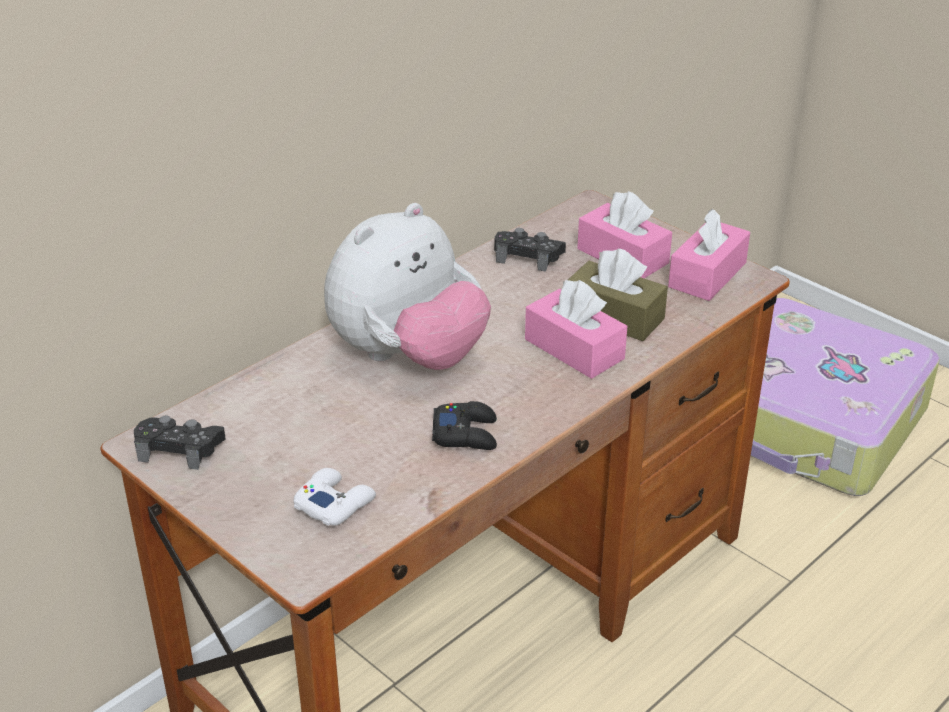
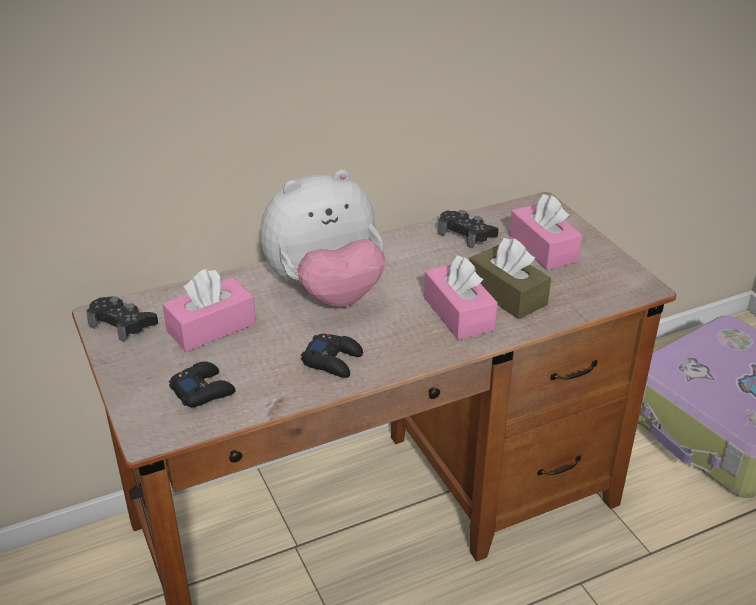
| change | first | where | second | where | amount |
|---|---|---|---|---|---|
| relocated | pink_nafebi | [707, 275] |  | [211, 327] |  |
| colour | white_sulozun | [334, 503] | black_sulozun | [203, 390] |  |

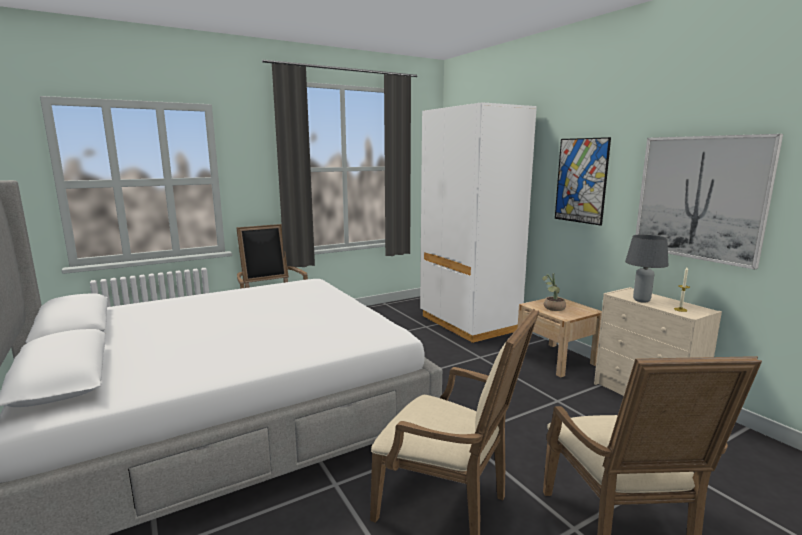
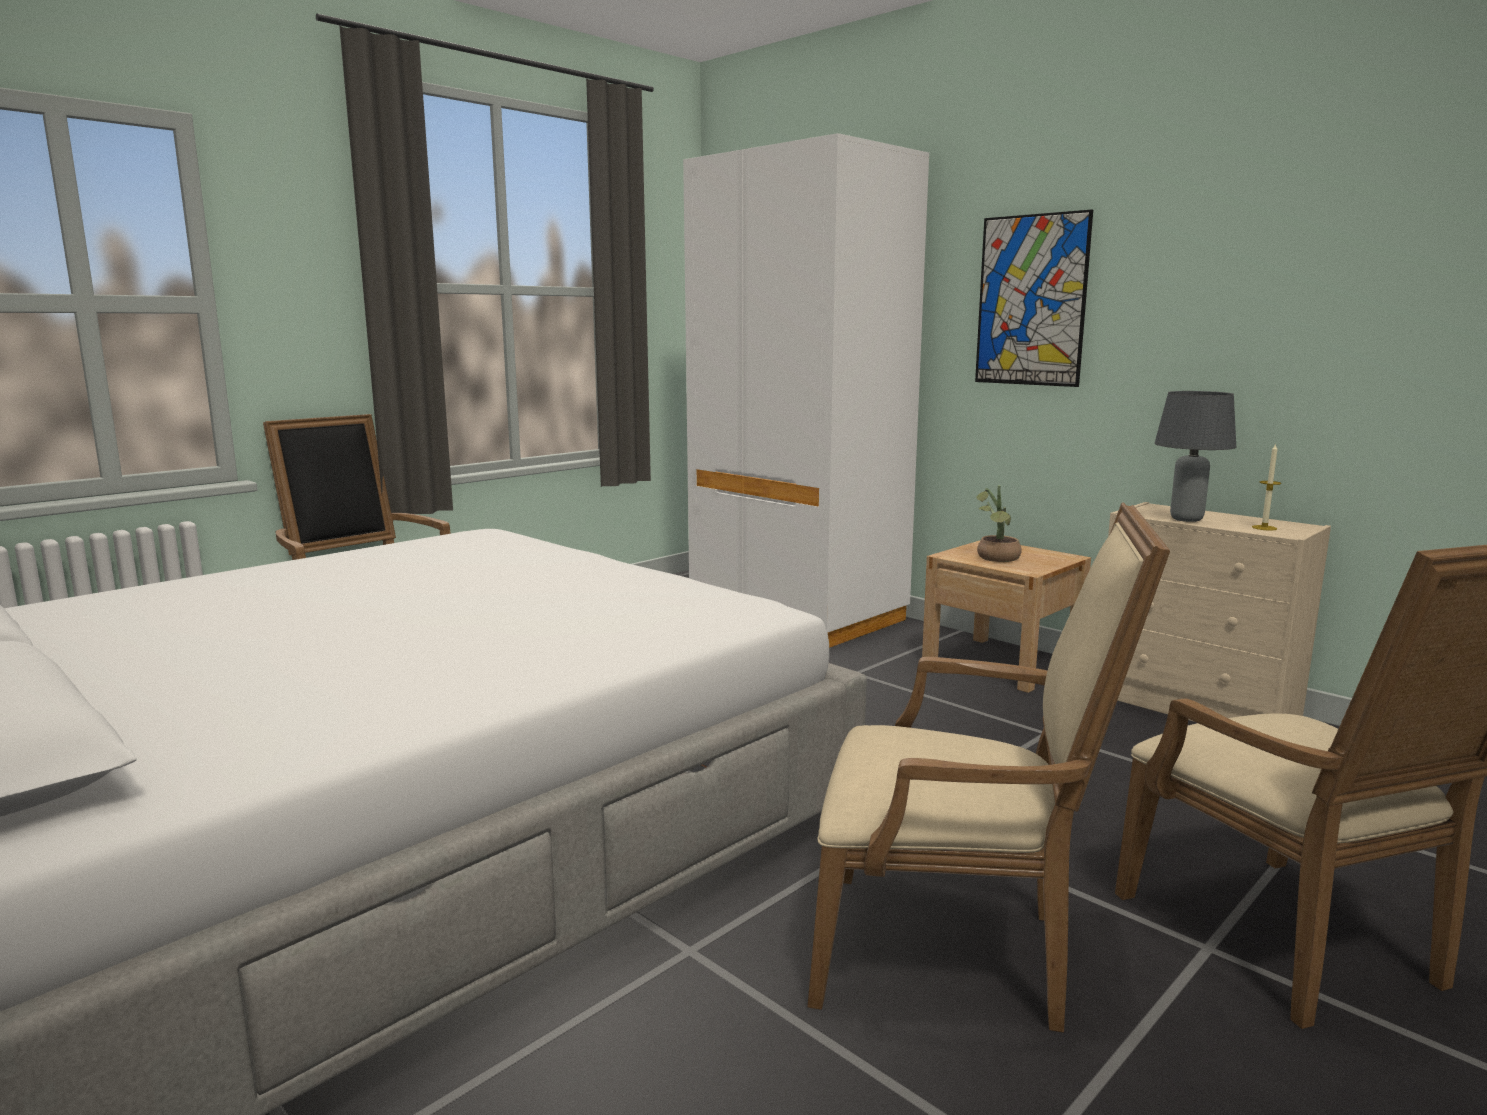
| change | first | where | second | where | amount |
|---|---|---|---|---|---|
| missing | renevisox | [700, 198] |  |  |  |

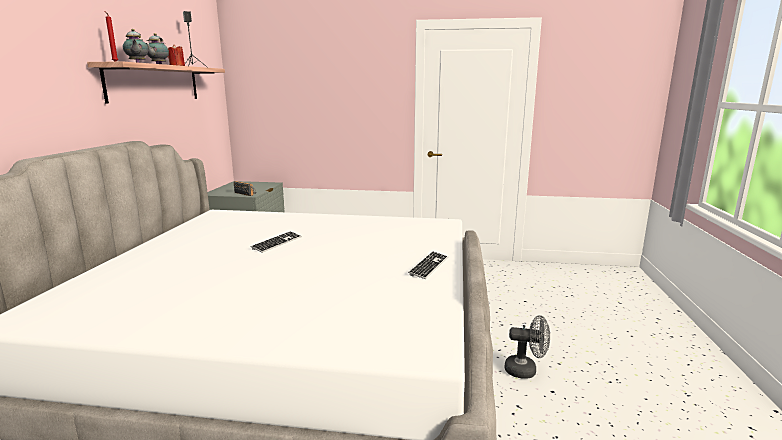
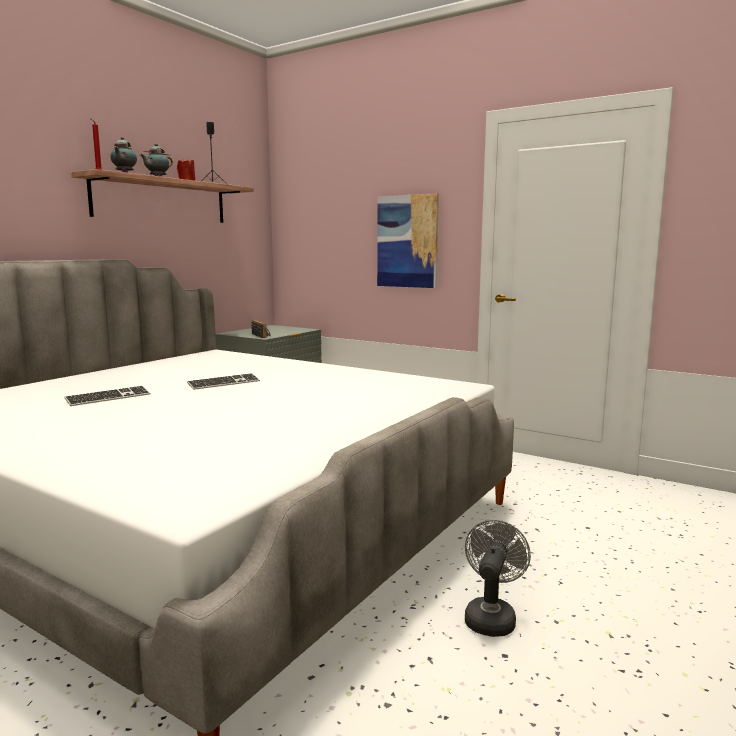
| change | first | where | second | where | amount |
|---|---|---|---|---|---|
| relocated | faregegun | [429, 266] |  | [108, 398] |  |
| spun | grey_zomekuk | [526, 370] |  | [491, 617] | 105 degrees counterclockwise |
| appeared |  |  | renevisox | [407, 241] |  |

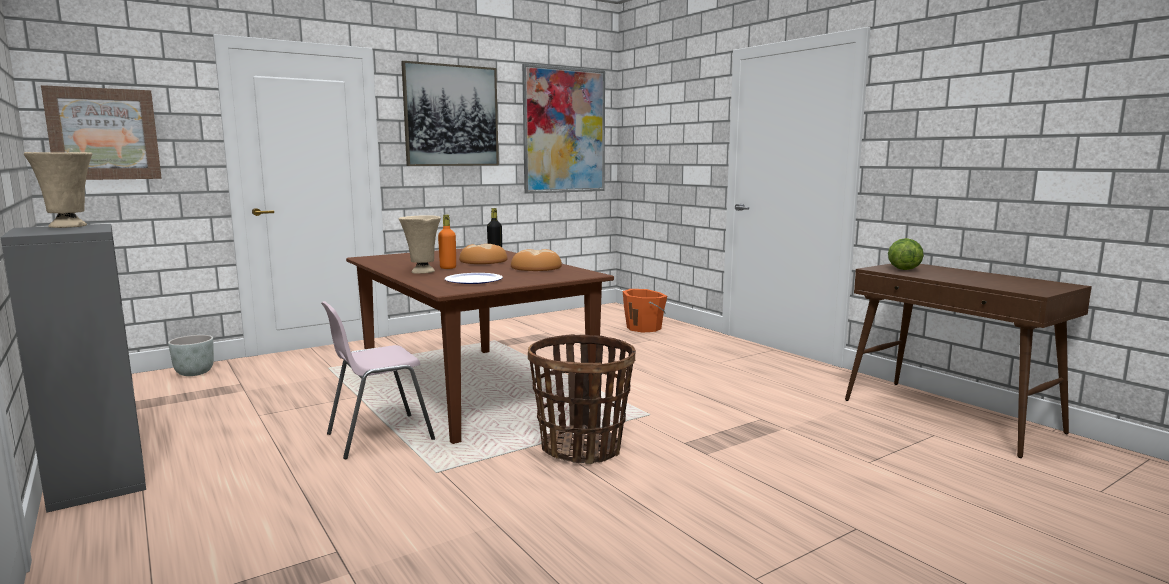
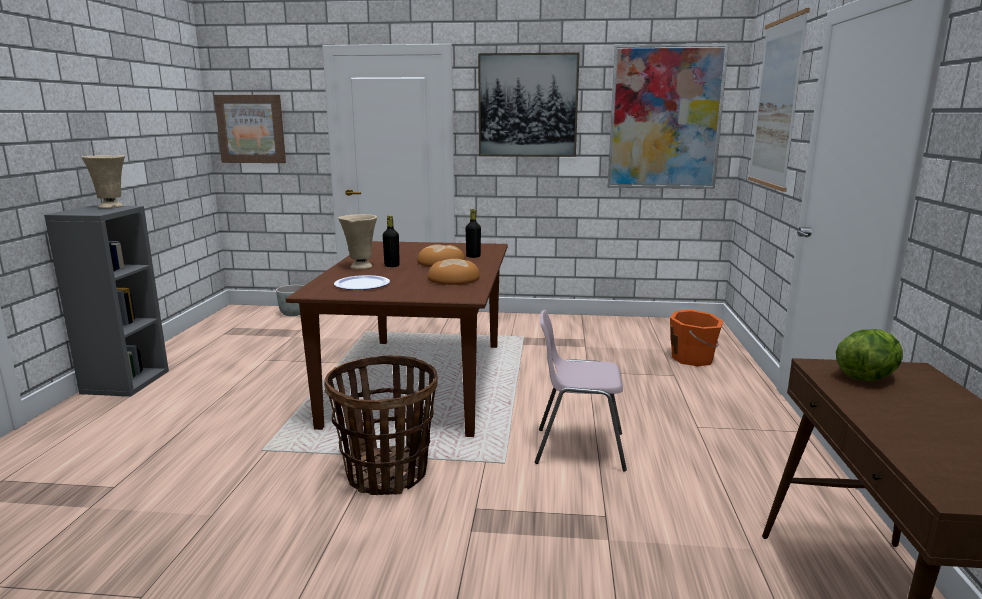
| change | first | where | second | where | amount |
|---|---|---|---|---|---|
| colour | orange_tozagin | [448, 268] | black_tozagin | [392, 266] |  |
| relocated | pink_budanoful | [378, 437] |  | [578, 448] |  |
| appeared |  |  | renevisox | [776, 104] |  |

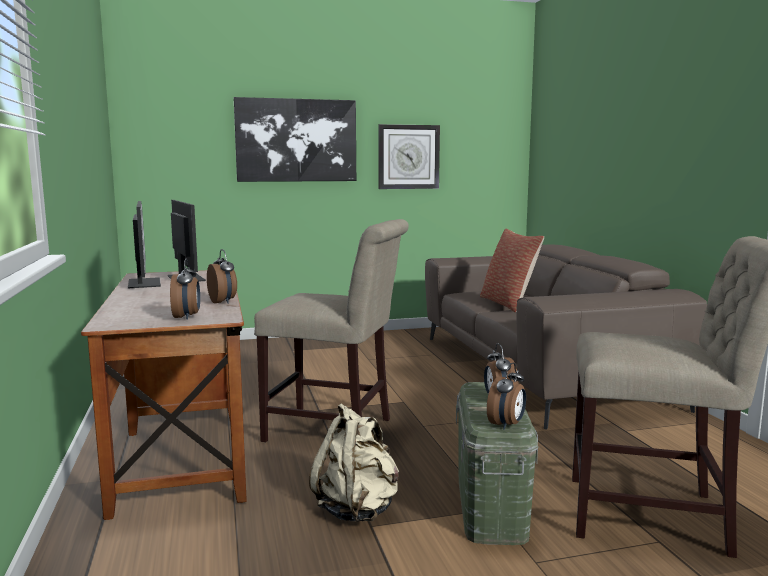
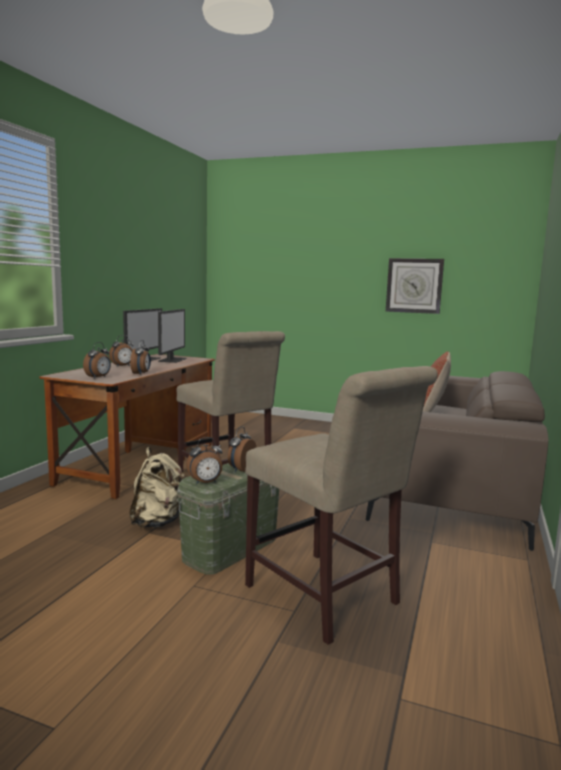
| change | first | where | second | where | amount |
|---|---|---|---|---|---|
| missing | renevisox | [296, 140] |  |  |  |
| appeared |  |  | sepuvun | [123, 366] |  |

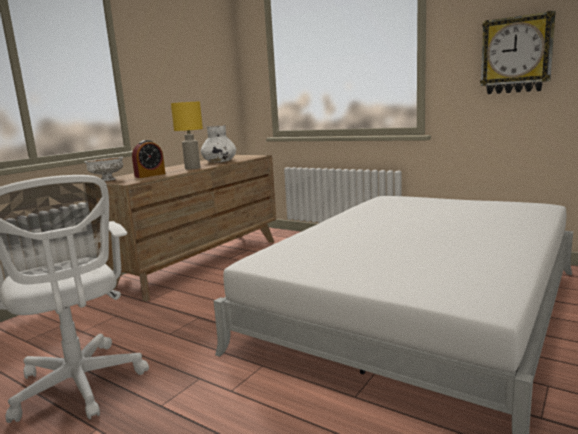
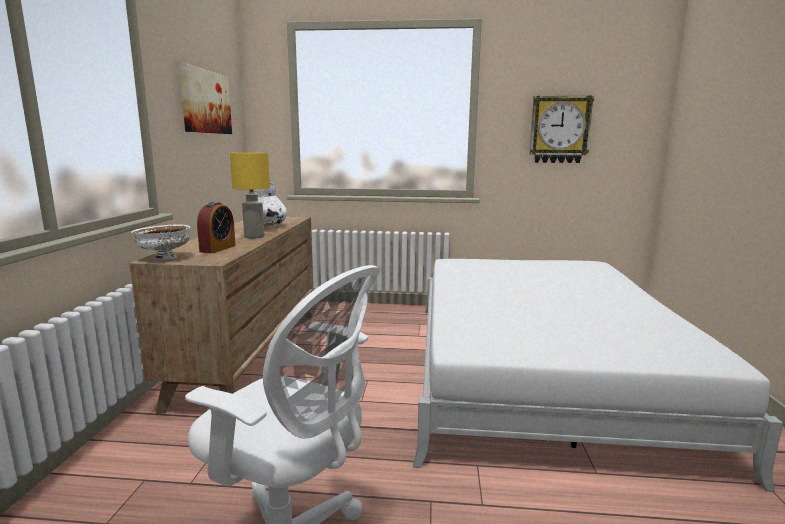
| change | first | where | second | where | amount |
|---|---|---|---|---|---|
| appeared |  |  | renevisox | [205, 102] |  |

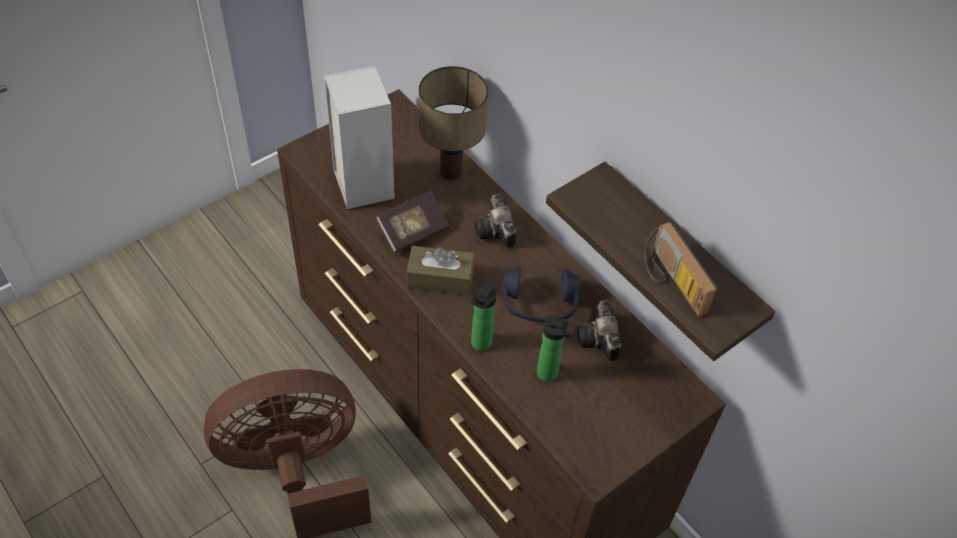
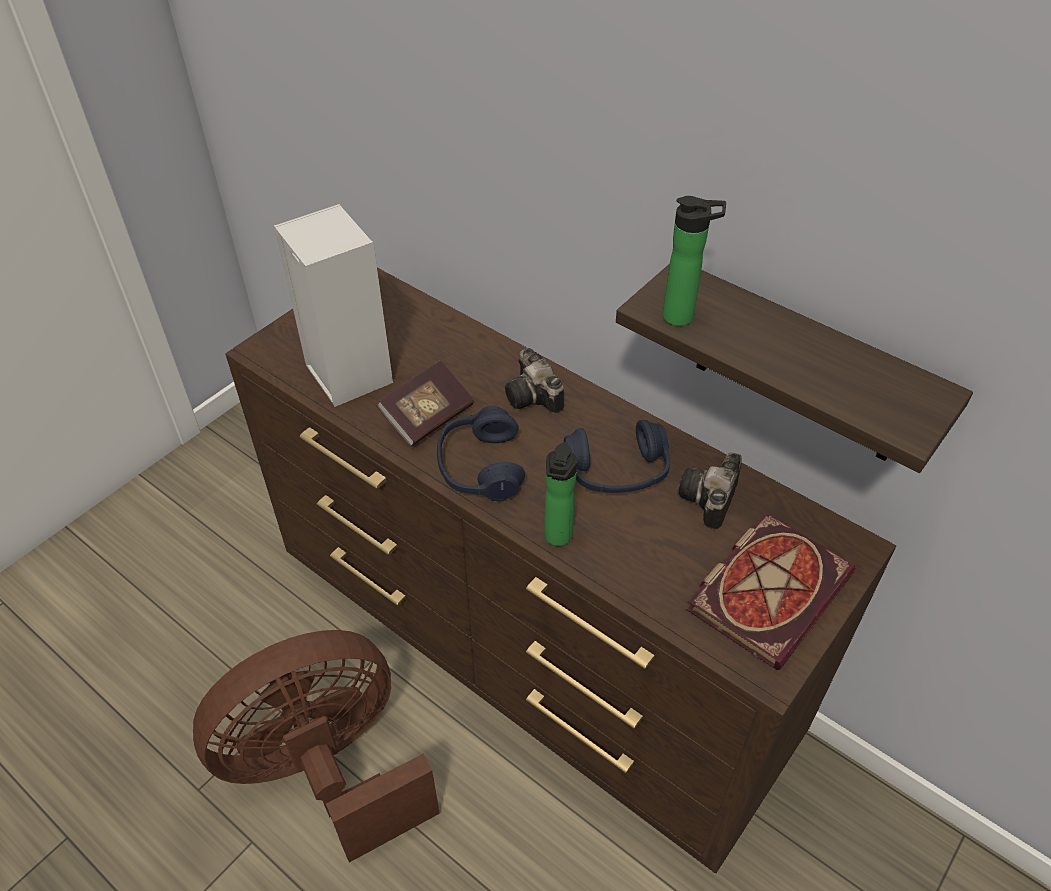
| change | first | where | second | where | amount |
|---|---|---|---|---|---|
| missing | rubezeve | [452, 172] |  |  |  |
| missing | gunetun | [671, 281] |  |  |  |
| exchanged | brown_nafebi | [440, 278] | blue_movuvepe | [480, 467] |  |
| spun | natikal | [599, 341] |  | [709, 501] | 45 degrees clockwise |
| relocated | tozagin | [550, 374] |  | [683, 317] |  |
| appeared |  |  | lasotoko | [769, 588] |  |

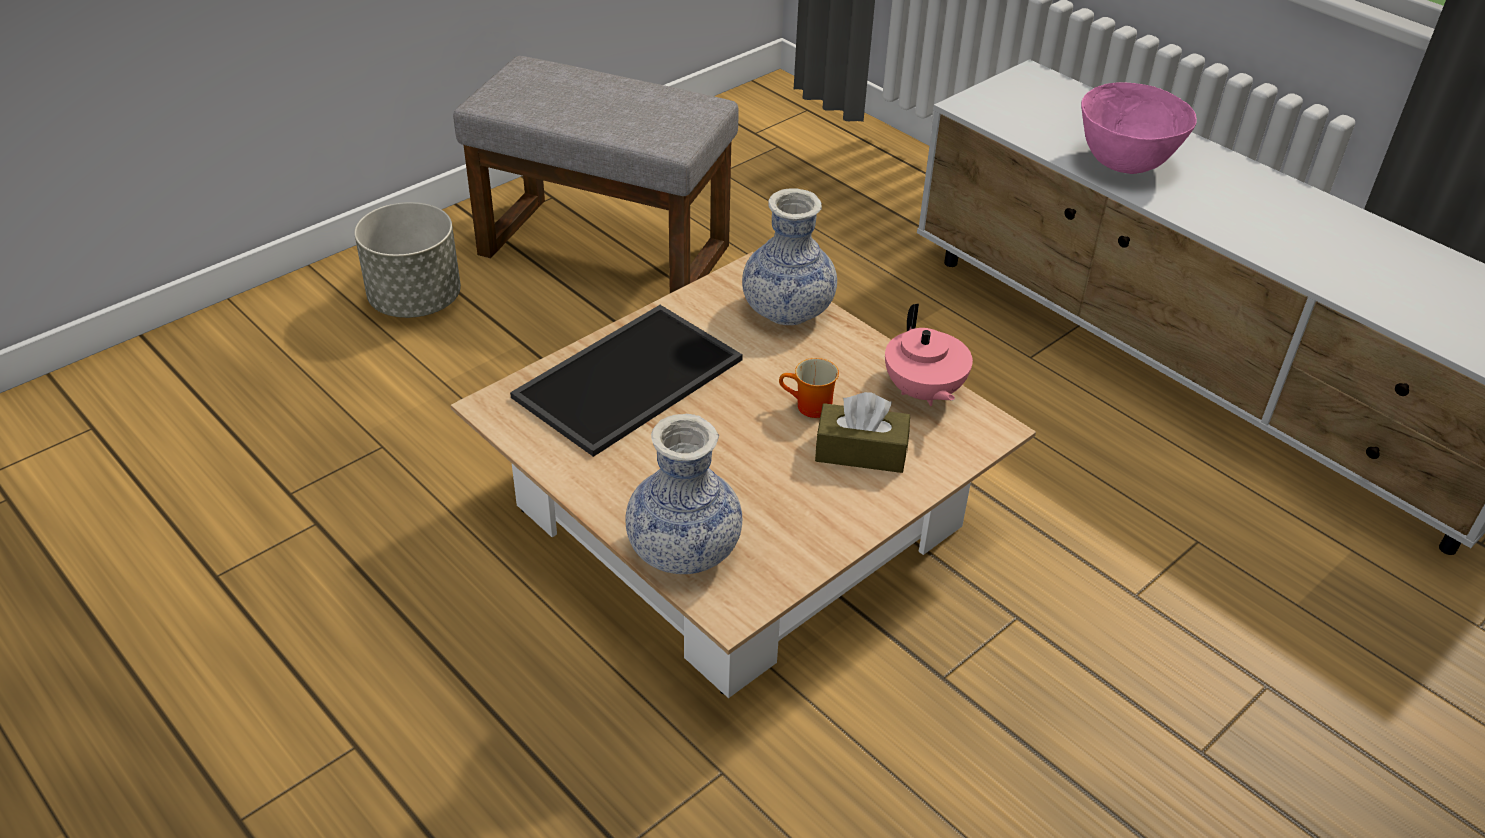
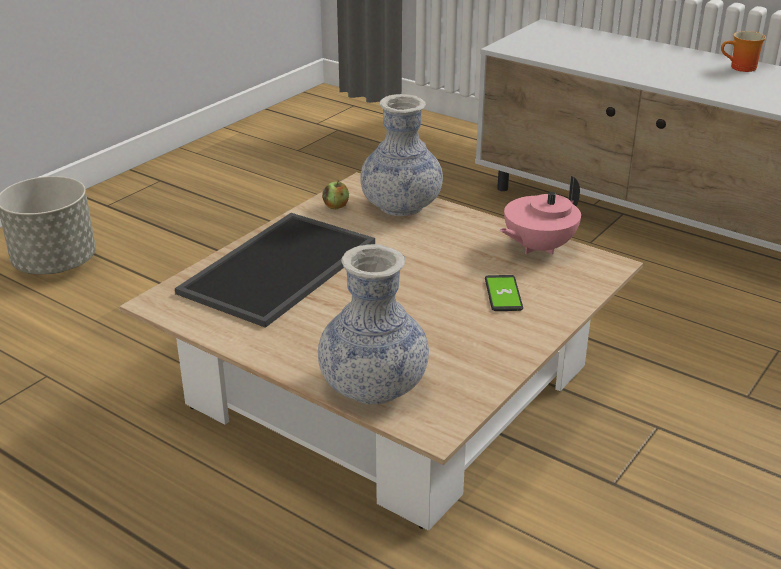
| change | first | where | second | where | amount |
|---|---|---|---|---|---|
| missing | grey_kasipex | [607, 249] |  |  |  |
| missing | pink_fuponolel | [1124, 164] |  |  |  |
| spun | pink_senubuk | [923, 392] |  | [537, 247] | 75 degrees clockwise |
| relocated | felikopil | [809, 408] |  | [741, 68] |  |
| exchanged | brown_nafebi | [861, 452] | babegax | [503, 294] |  |
| appeared |  |  | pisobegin | [336, 206] |  |

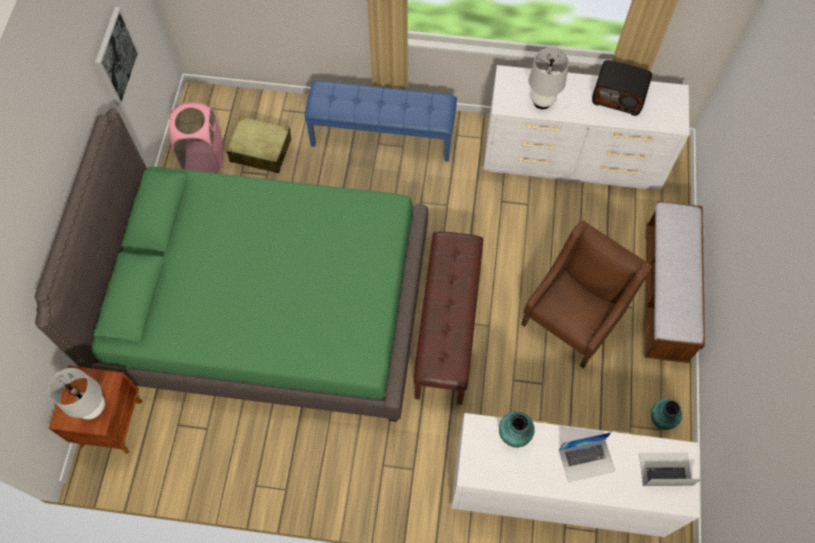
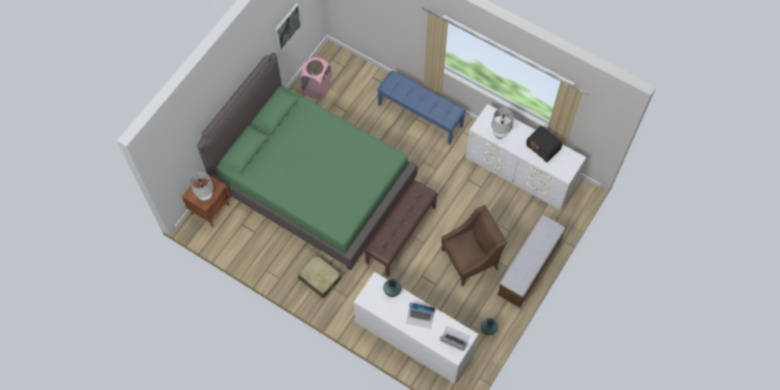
| change | first | where | second | where | amount |
|---|---|---|---|---|---|
| relocated | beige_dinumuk | [261, 150] |  | [320, 278] |  |

